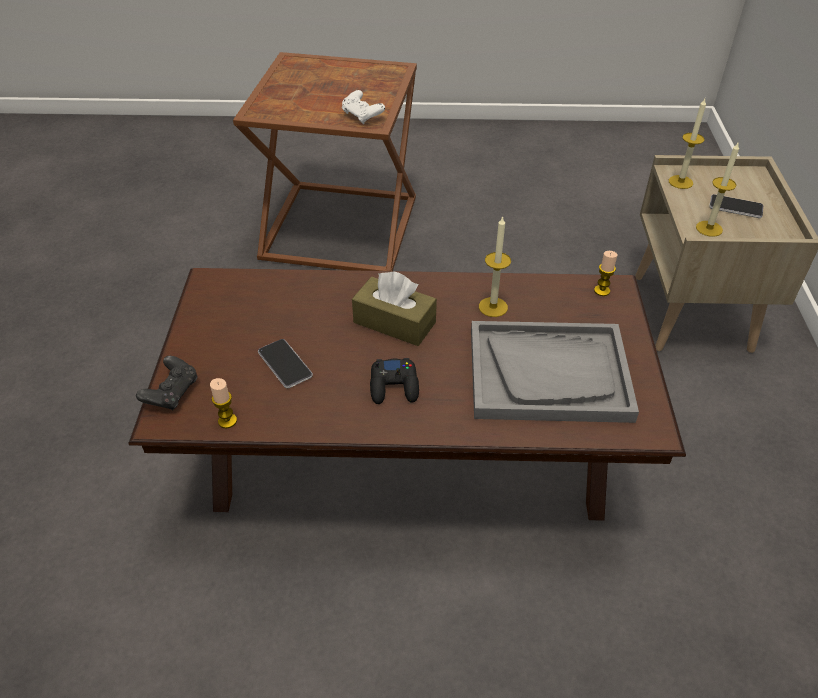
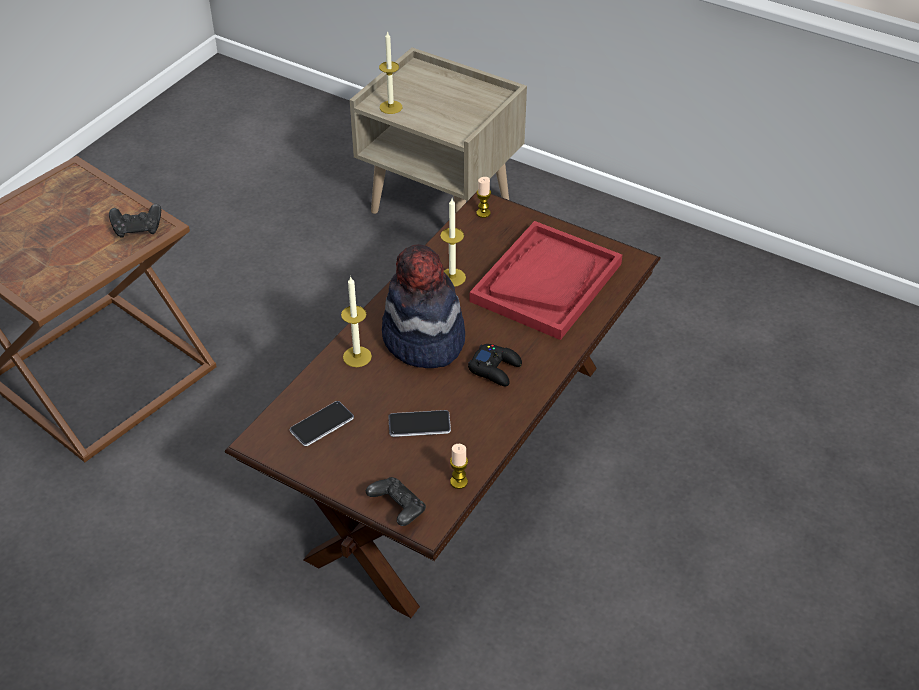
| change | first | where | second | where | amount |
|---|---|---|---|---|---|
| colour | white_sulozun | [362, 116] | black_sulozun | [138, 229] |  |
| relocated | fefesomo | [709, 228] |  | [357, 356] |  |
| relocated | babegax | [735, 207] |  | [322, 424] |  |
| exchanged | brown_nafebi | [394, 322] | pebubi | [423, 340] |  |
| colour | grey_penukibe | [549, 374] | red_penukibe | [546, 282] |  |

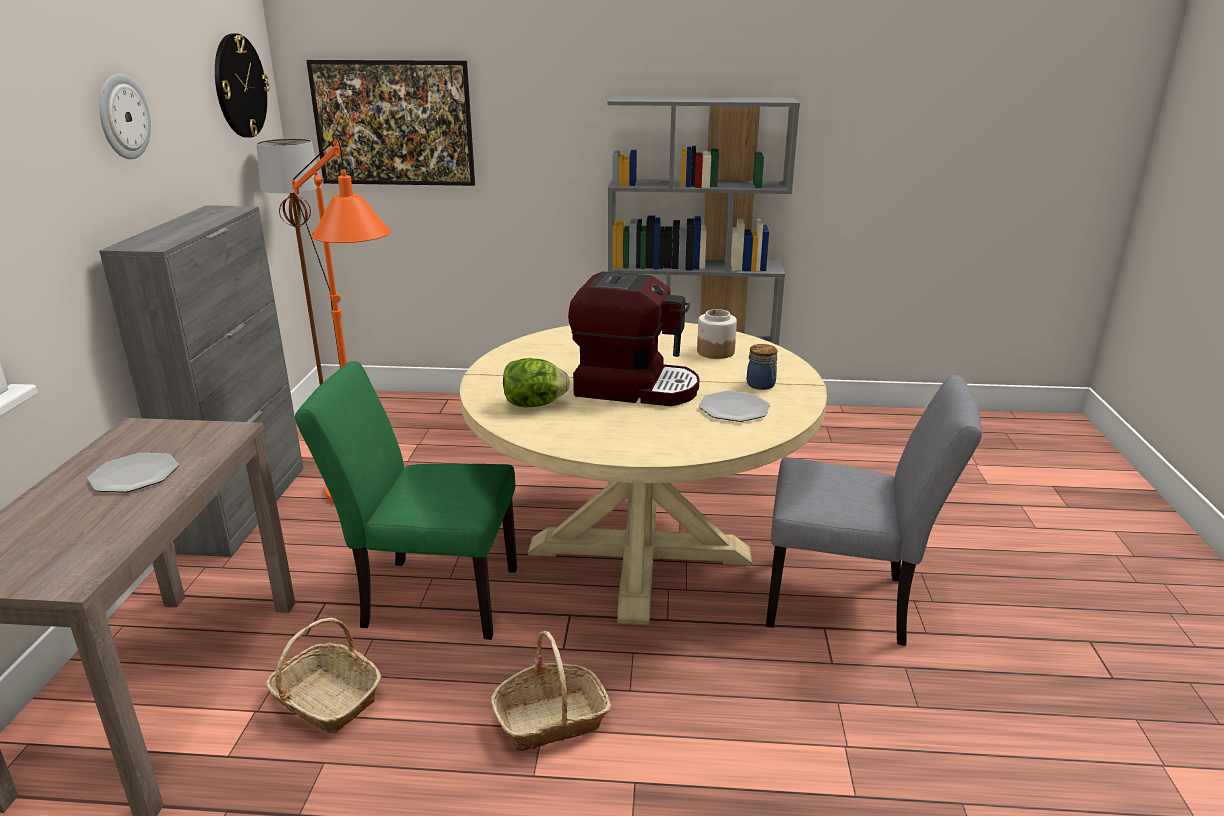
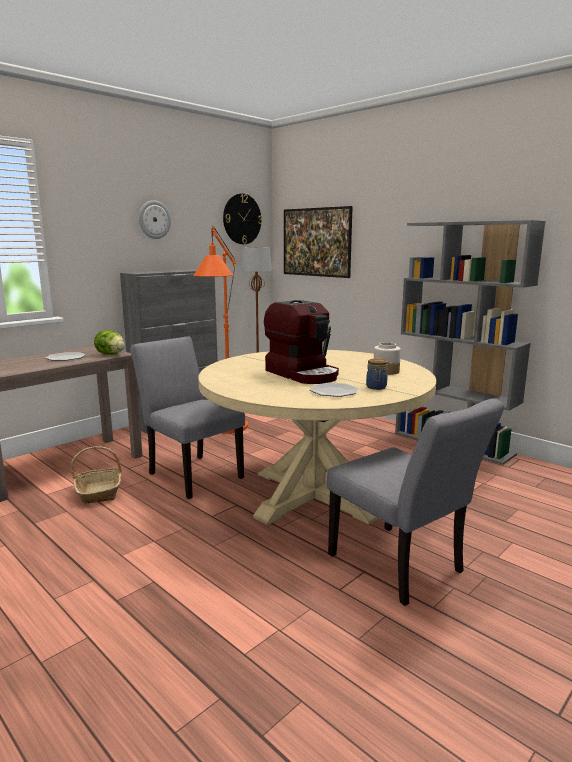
| change | first | where | second | where | amount |
|---|---|---|---|---|---|
| relocated | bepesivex | [534, 404] |  | [111, 354] |  |
| colour | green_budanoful | [428, 596] | grey_budanoful | [191, 473] |  |
| missing | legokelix | [551, 719] |  |  |  |

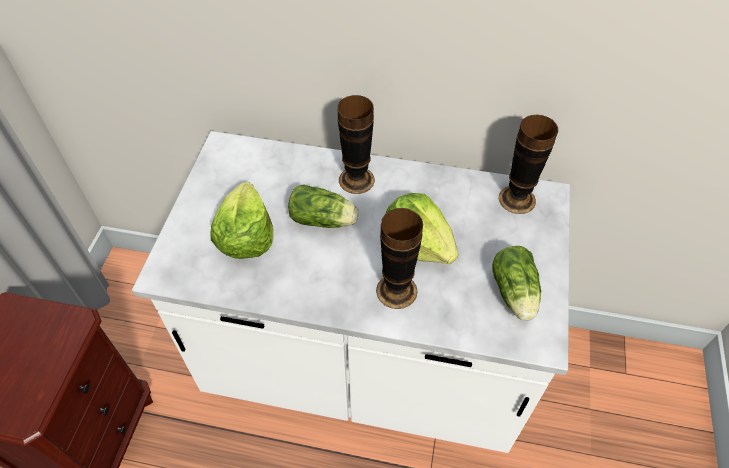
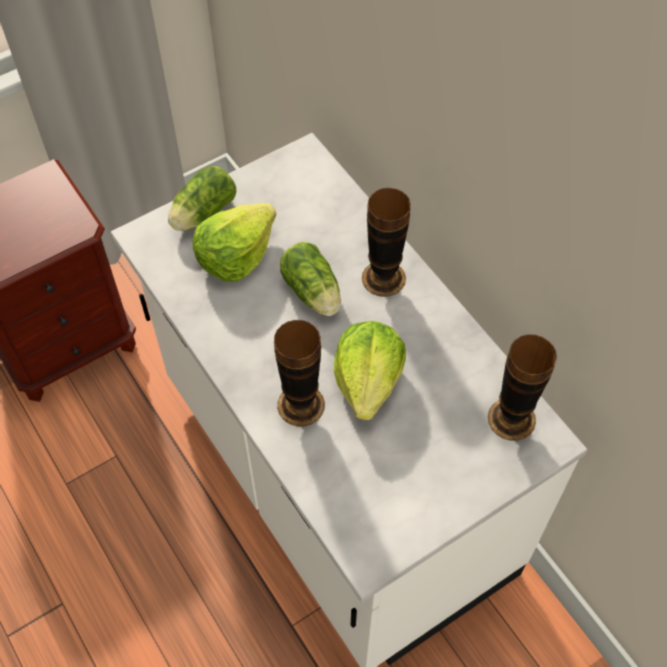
| change | first | where | second | where | amount |
|---|---|---|---|---|---|
| relocated | bepesivex | [514, 294] |  | [201, 214] |  |

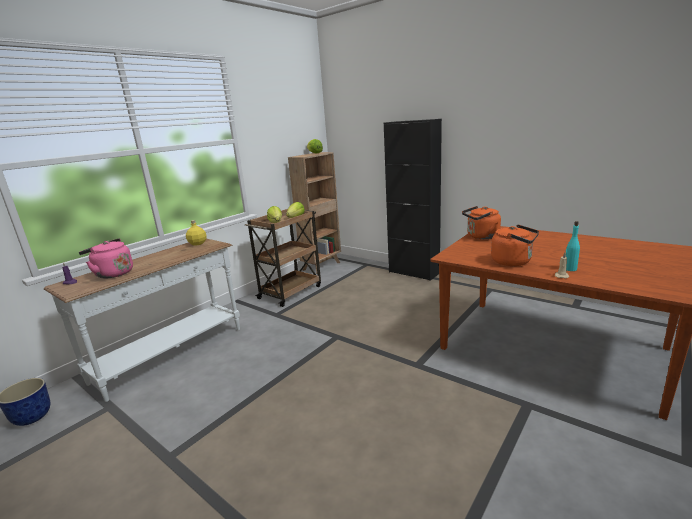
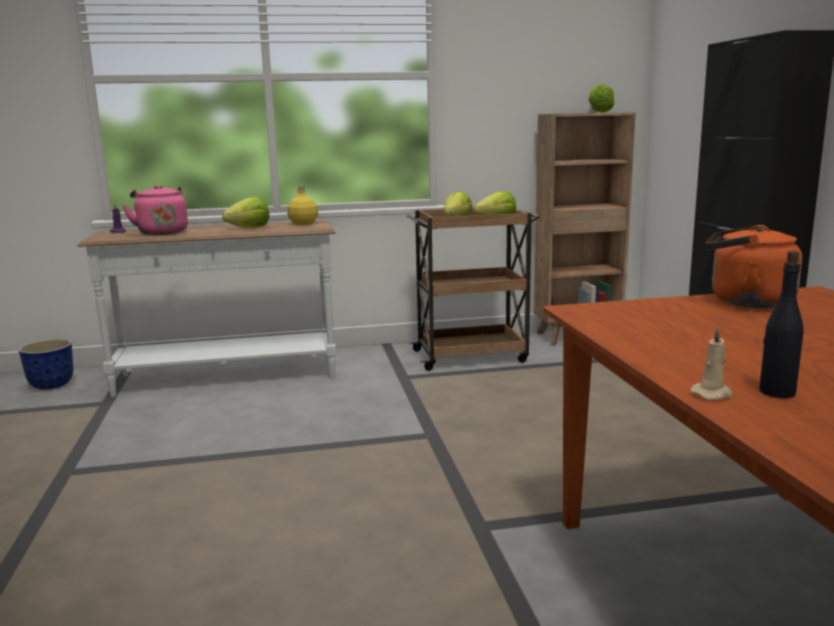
| change | first | where | second | where | amount |
|---|---|---|---|---|---|
| colour | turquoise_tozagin | [570, 269] | black_tozagin | [776, 392] |  |
| missing | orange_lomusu | [513, 262] |  |  |  |
| appeared |  |  | bepesivex | [249, 228] |  |

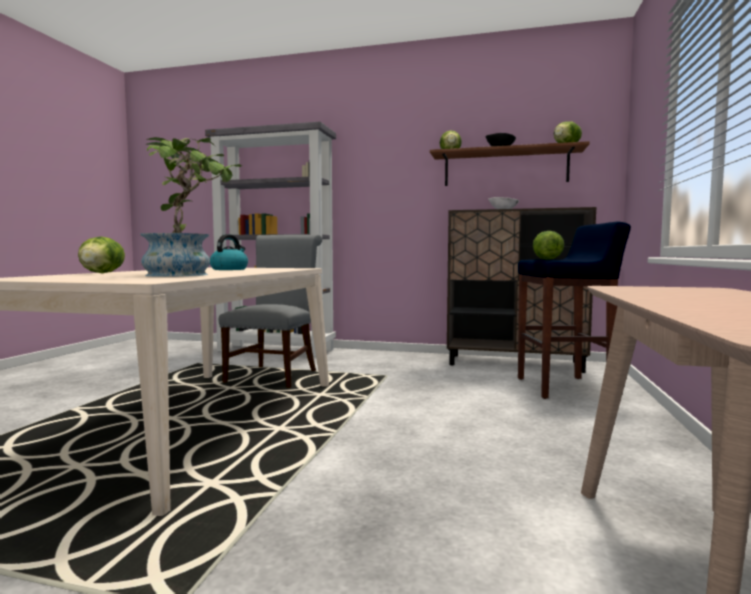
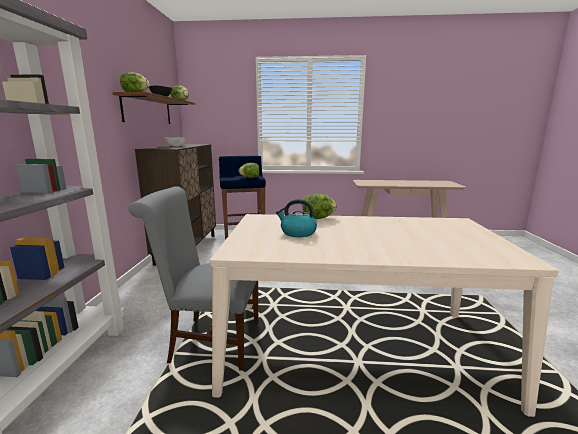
| change | first | where | second | where | amount |
|---|---|---|---|---|---|
| missing | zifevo | [188, 274] |  |  |  |
| relocated | bepesivex | [101, 273] |  | [318, 218] |  |

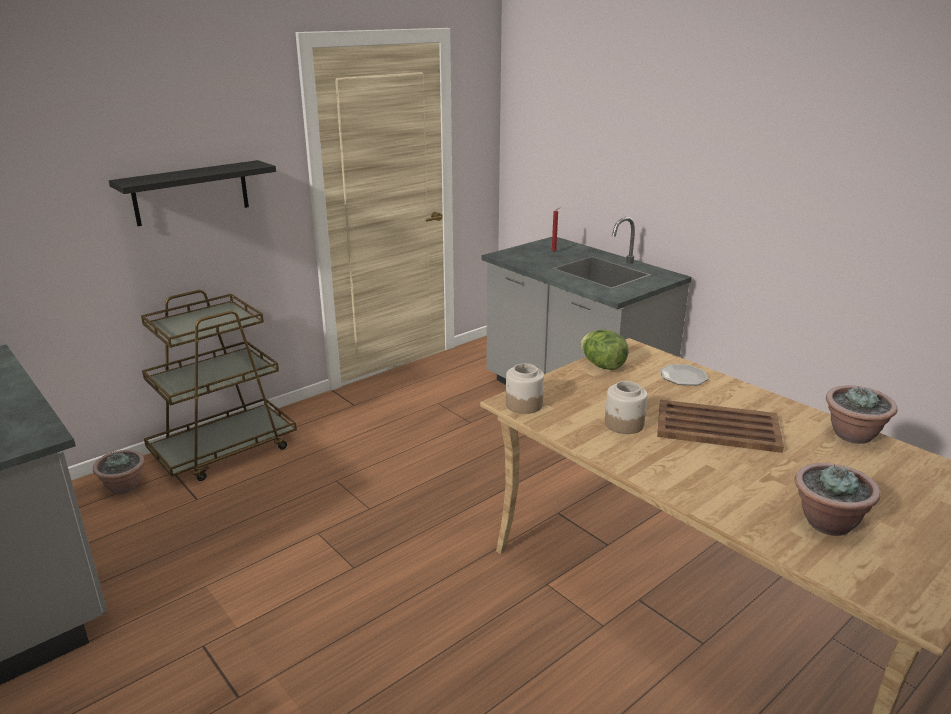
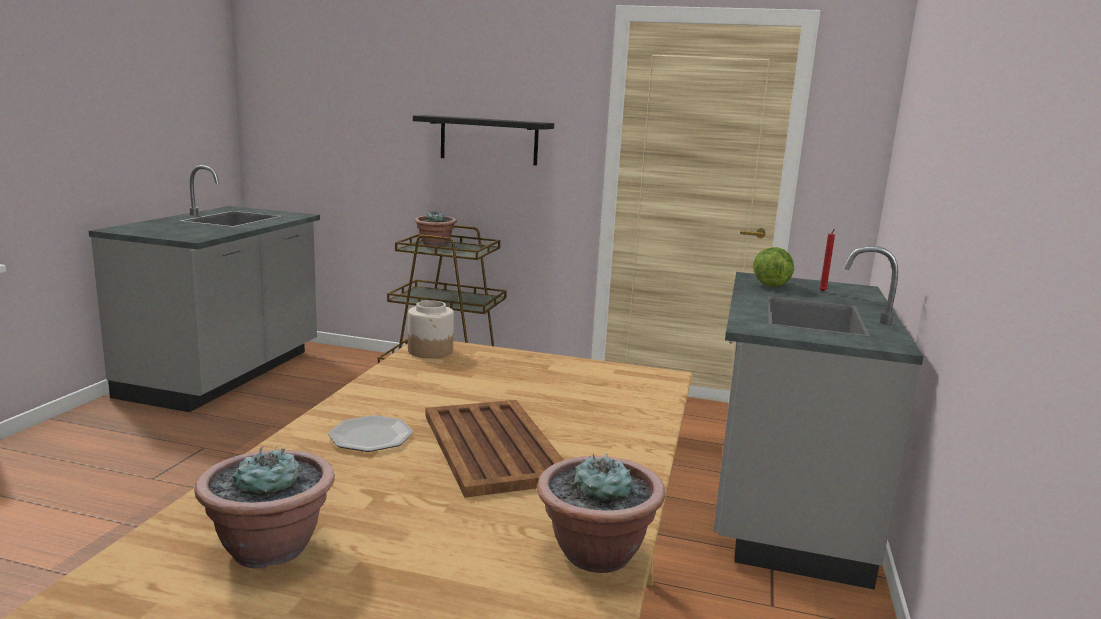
| change | first | where | second | where | amount |
|---|---|---|---|---|---|
| relocated | bepesivex | [602, 365] |  | [770, 285] |  |
| relocated | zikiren | [683, 376] |  | [371, 436] |  |
| missing | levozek | [624, 424] |  |  |  |
| relocated | zifevo | [124, 487] |  | [435, 245] |  |

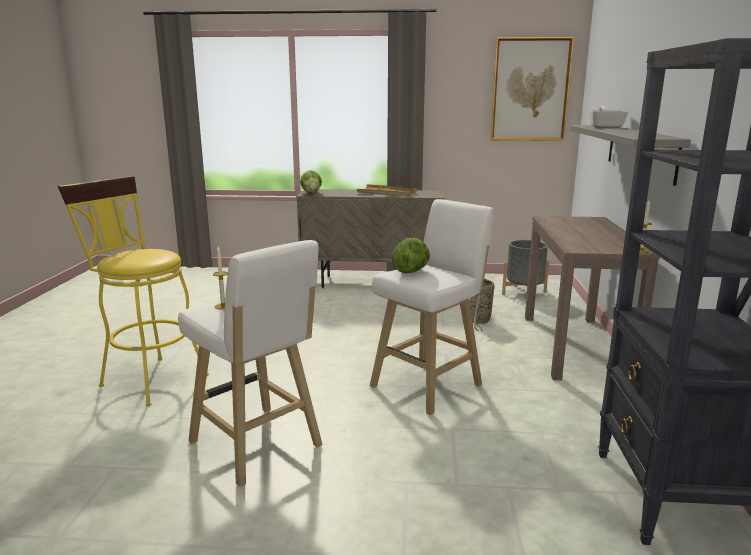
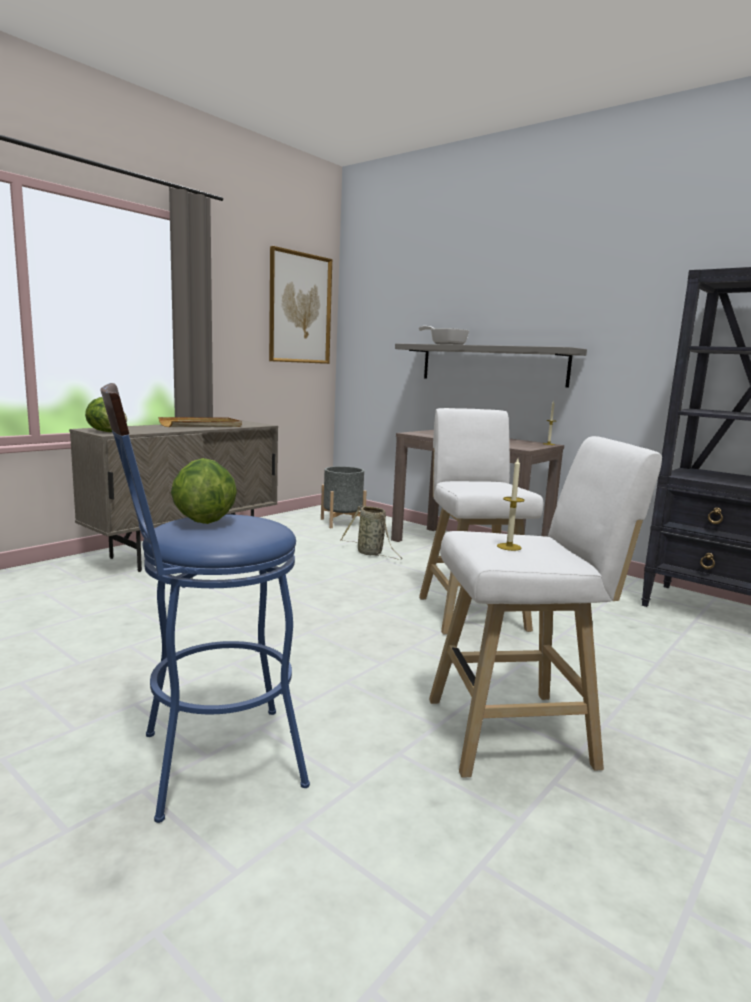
| change | first | where | second | where | amount |
|---|---|---|---|---|---|
| colour | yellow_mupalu | [148, 378] | blue_mupalu | [206, 762] |  |
| relocated | bepesivex | [411, 271] |  | [203, 521] |  |

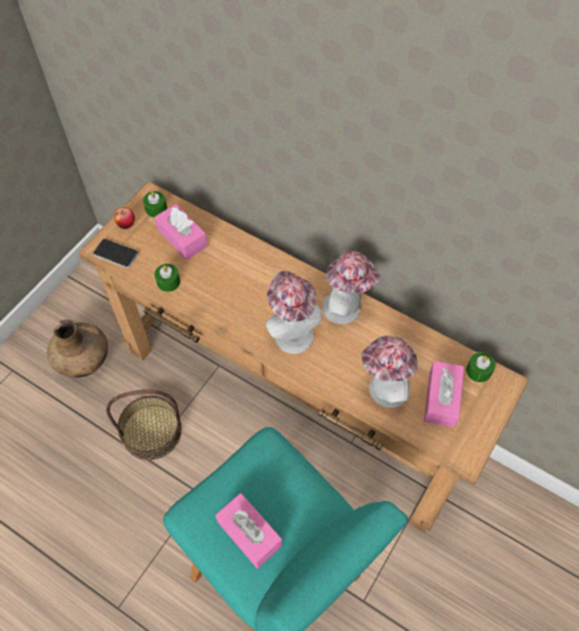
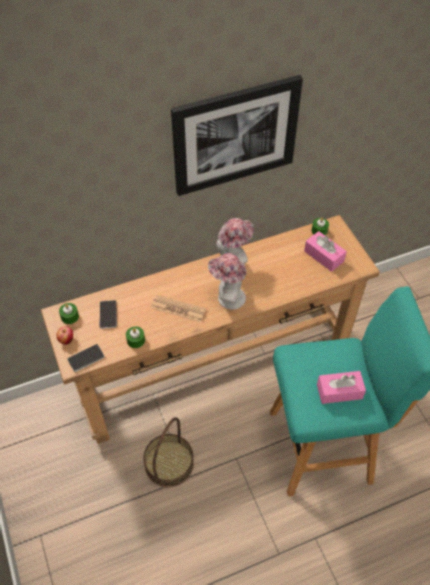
| change | first | where | second | where | amount |
|---|---|---|---|---|---|
| exchanged | pink_nafebi | [182, 238] | babegax | [108, 315] |  |
| missing | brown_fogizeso | [84, 360] |  |  |  |
| missing | pebubi | [383, 390] |  |  |  |
| appeared |  |  | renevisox | [235, 135] |  |
| appeared |  |  | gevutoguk | [178, 309] |  |

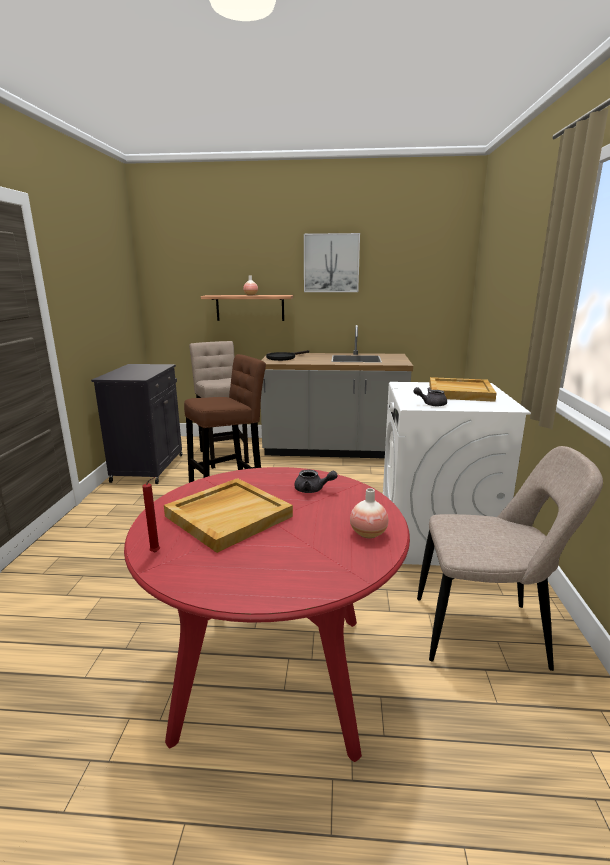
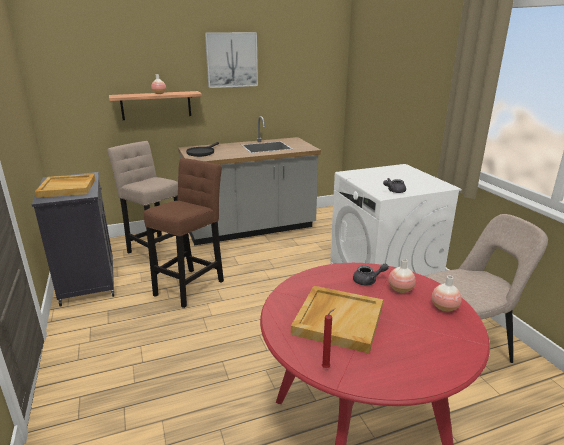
| change | first | where | second | where | amount |
|---|---|---|---|---|---|
| relocated | beige_penukibe | [460, 392] |  | [68, 188] |  |
| appeared |  |  | fogizeso | [400, 289] |  |

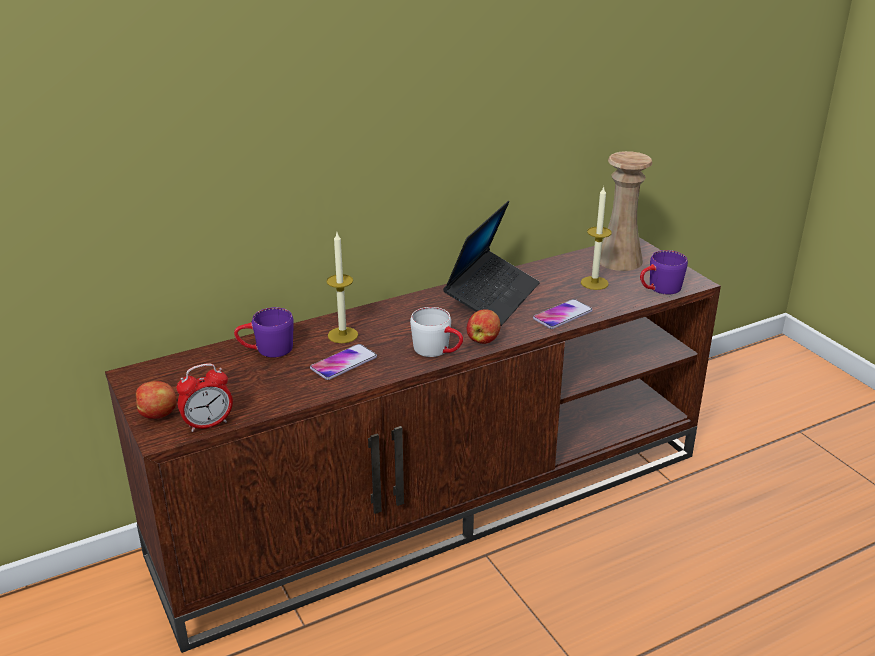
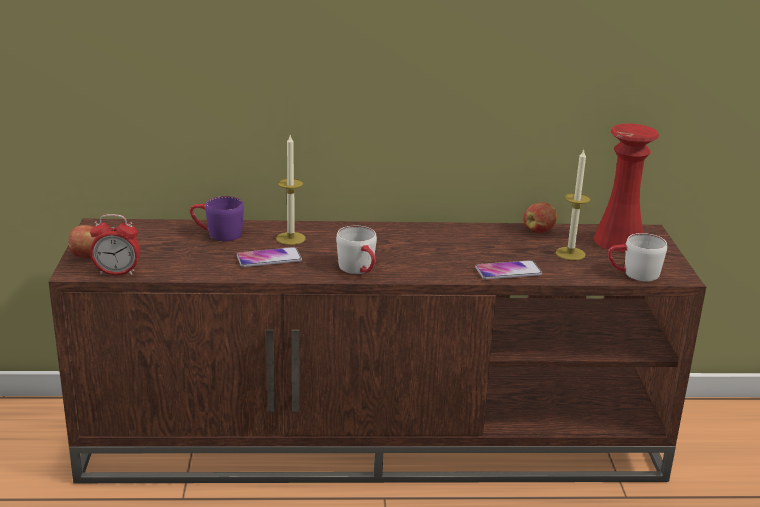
| change | first | where | second | where | amount |
|---|---|---|---|---|---|
| colour | beige_fogizeso | [619, 260] | red_fogizeso | [618, 241] |  |
| missing | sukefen | [492, 297] |  |  |  |
| colour | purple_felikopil | [659, 289] | white_felikopil | [633, 274] |  |
| relocated | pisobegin | [483, 340] |  | [539, 231] |  |

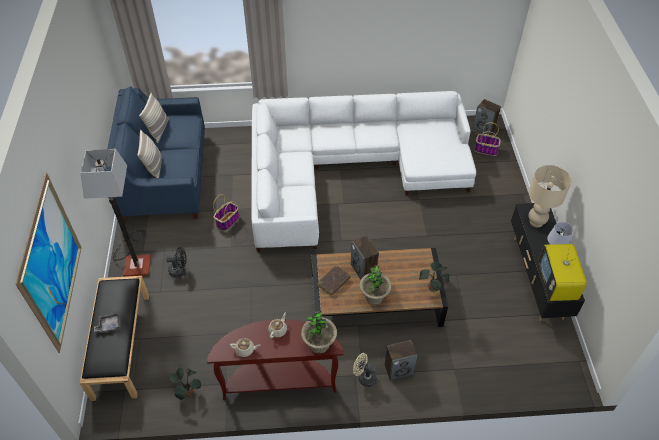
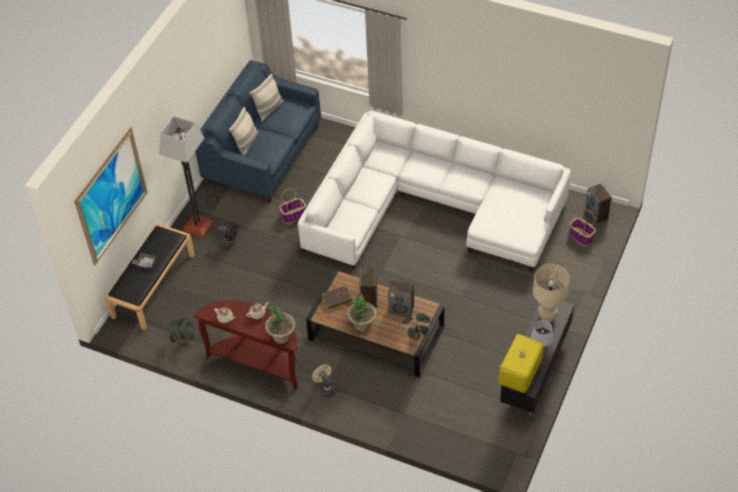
| change | first | where | second | where | amount |
|---|---|---|---|---|---|
| relocated | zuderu | [399, 369] |  | [401, 308] |  |

